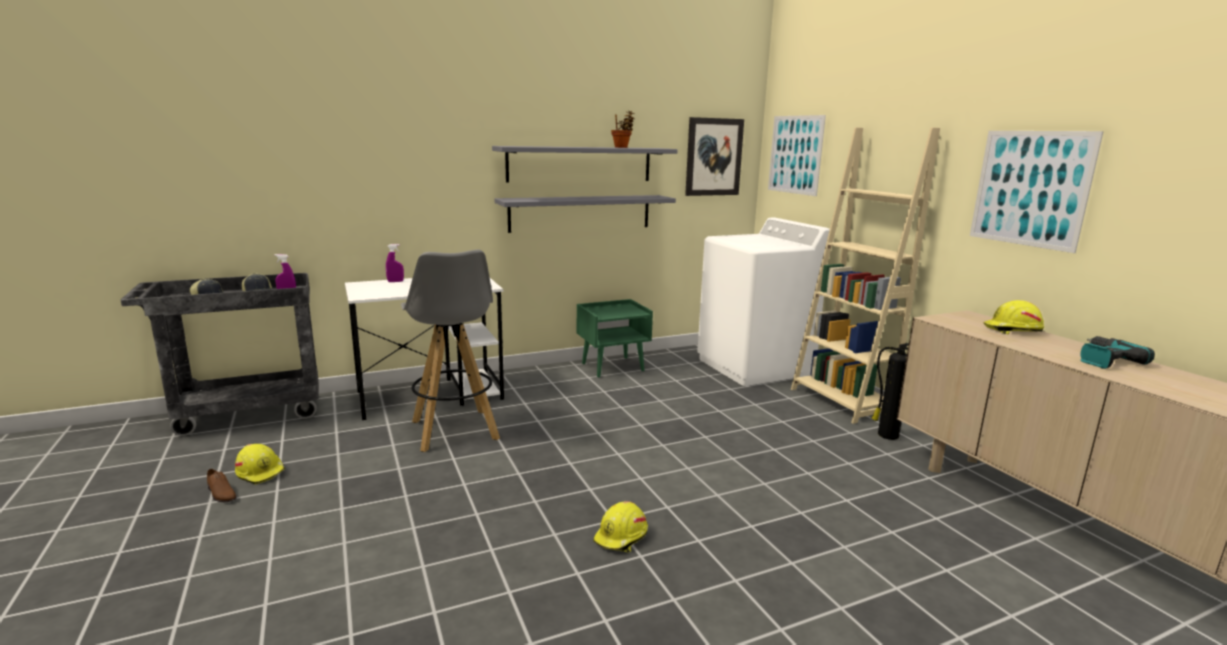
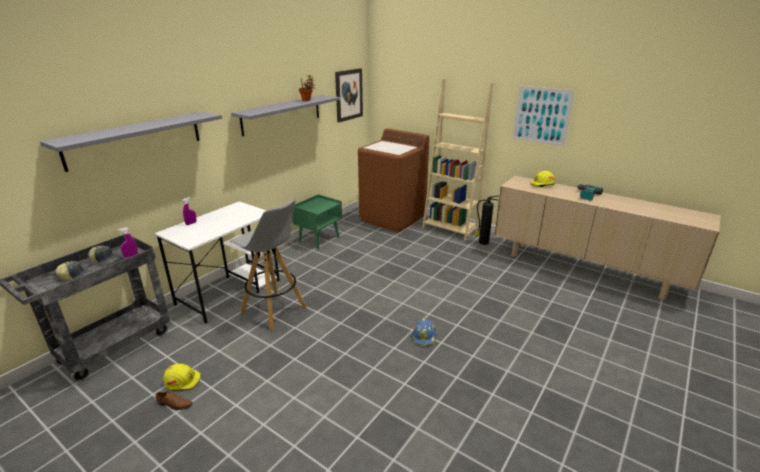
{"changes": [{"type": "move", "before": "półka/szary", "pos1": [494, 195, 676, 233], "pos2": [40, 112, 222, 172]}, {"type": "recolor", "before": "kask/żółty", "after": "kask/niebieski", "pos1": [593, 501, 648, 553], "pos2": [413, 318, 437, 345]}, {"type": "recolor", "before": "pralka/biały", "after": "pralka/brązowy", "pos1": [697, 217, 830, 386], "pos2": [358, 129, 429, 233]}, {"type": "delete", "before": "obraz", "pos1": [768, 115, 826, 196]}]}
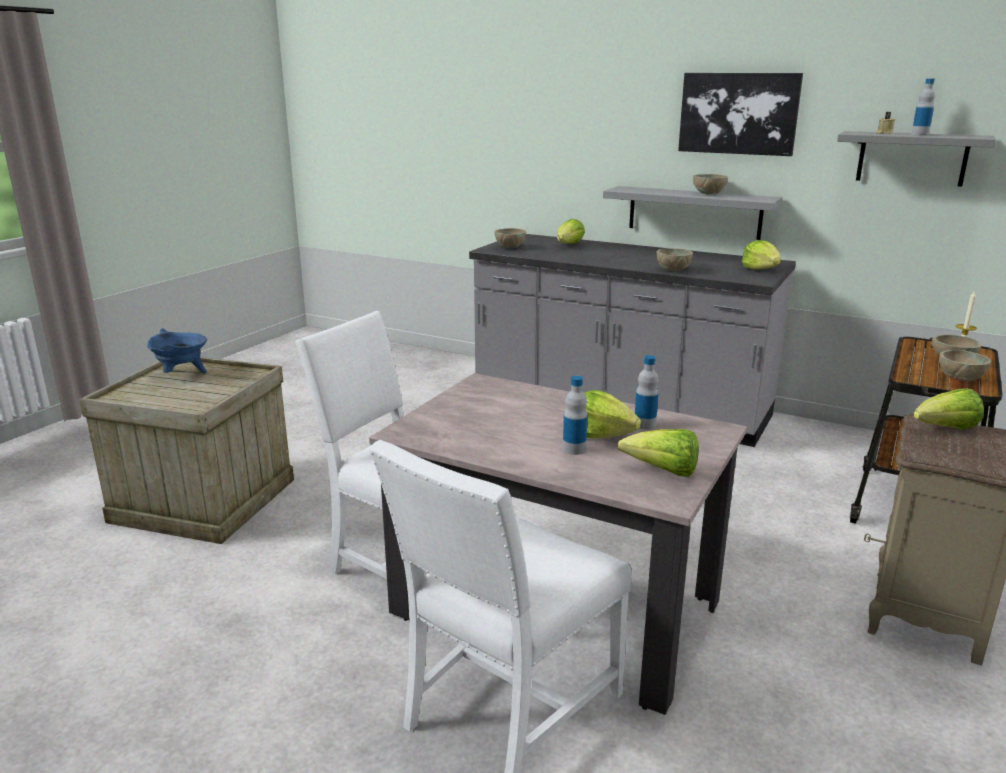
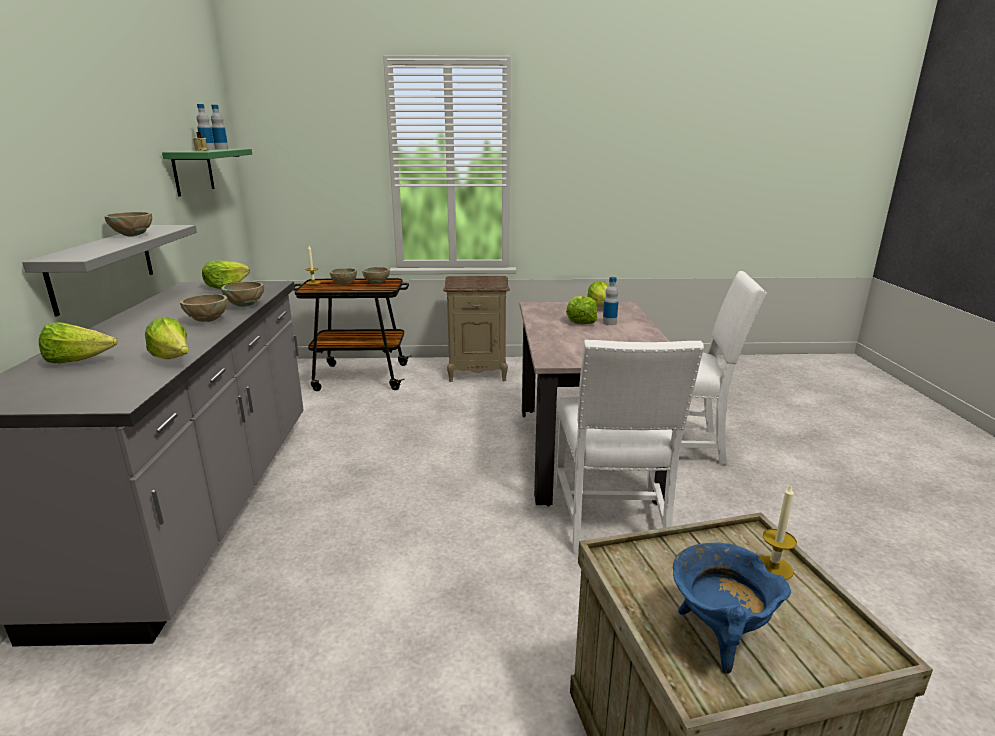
{"changes": [{"type": "move", "before": "miska/beżowy", "pos1": [495, 228, 526, 249], "pos2": [180, 294, 228, 322]}, {"type": "move", "before": "butelka", "pos1": [635, 355, 659, 429], "pos2": [211, 105, 228, 150]}, {"type": "delete", "before": "obraz", "pos1": [678, 73, 803, 156]}, {"type": "recolor", "before": "półka/szary", "after": "półka/zielony", "pos1": [837, 131, 996, 186], "pos2": [162, 149, 252, 196]}, {"type": "move", "before": "sałata", "pos1": [914, 388, 984, 429], "pos2": [145, 318, 189, 359]}, {"type": "insert", "after": "świeca", "pos2": [759, 485, 797, 580]}]}
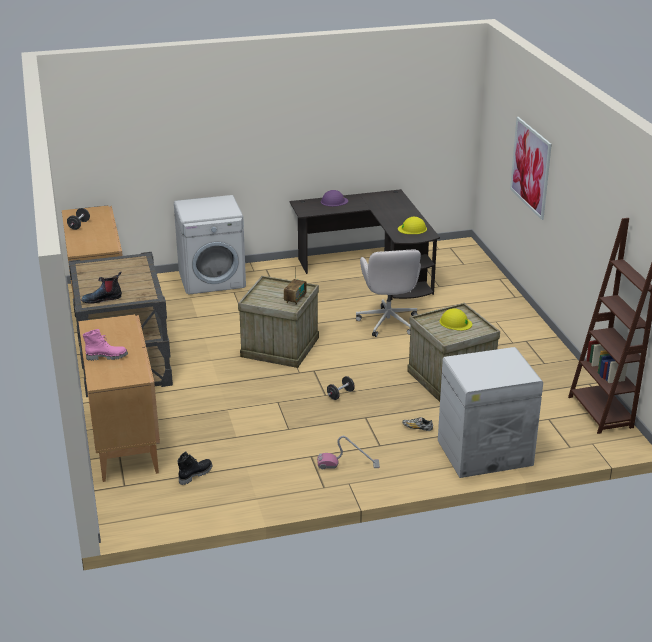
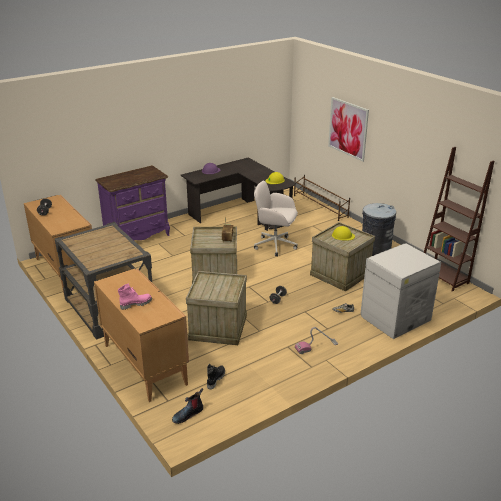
{"changes": [{"type": "move", "before": "but z cholewką", "pos1": [81, 272, 122, 304], "pos2": [172, 388, 203, 424]}, {"type": "replace", "before": "pralka/biały", "after": "komoda/fioletowy", "pos1": [174, 195, 246, 295], "pos2": [95, 165, 170, 240]}, {"type": "rotate", "before": "krzesło biurowe/biały", "pos1": [356, 249, 421, 337], "pos2": [254, 181, 298, 257], "turn": 135}, {"type": "insert", "after": "skrzynka", "pos2": [186, 271, 247, 345]}, {"type": "insert", "after": "regał na buty/brązowy", "pos2": [294, 175, 350, 221]}, {"type": "insert", "after": "kosz na śmieci/szary", "pos2": [362, 203, 396, 256]}]}
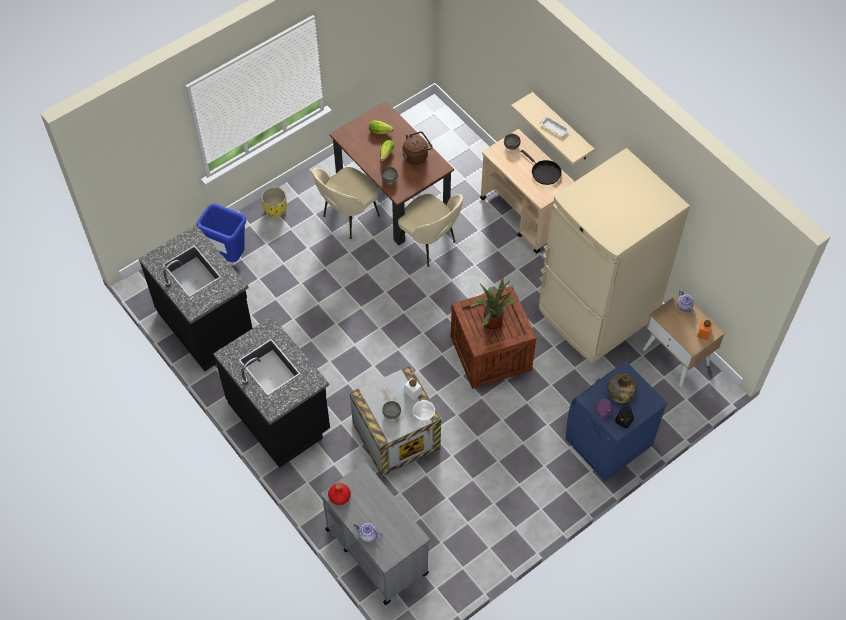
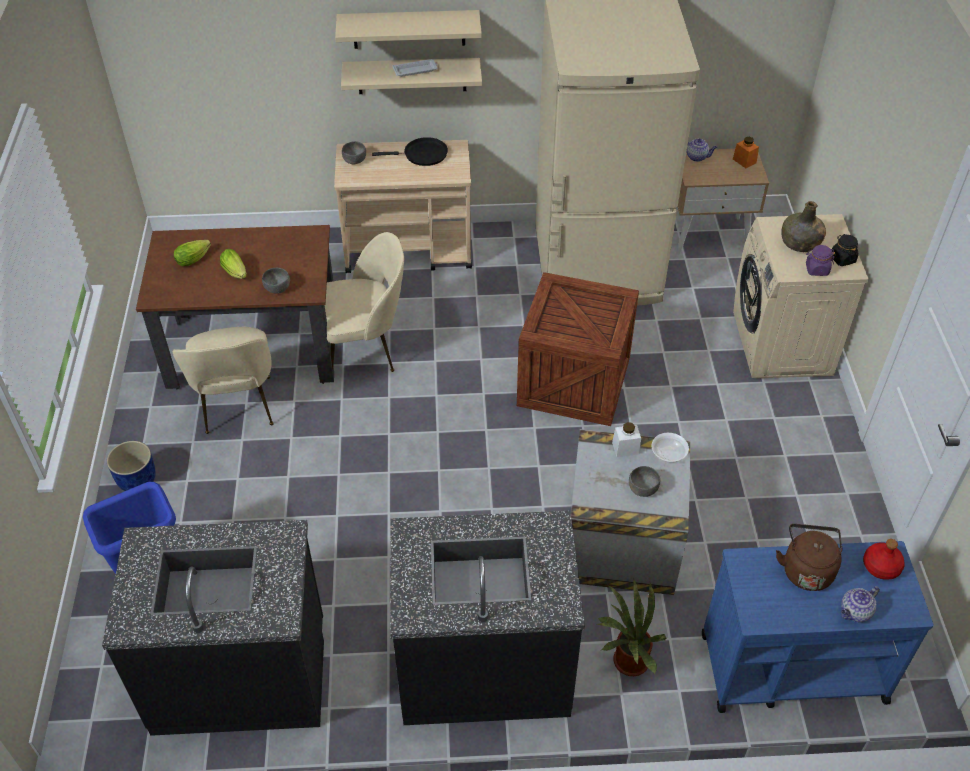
{"changes": [{"type": "recolor", "before": "donica/żółty", "after": "donica/niebieski", "pos1": [261, 187, 287, 217], "pos2": [107, 441, 156, 491]}, {"type": "recolor", "before": "wózek/szary", "after": "wózek/niebieski", "pos1": [321, 462, 430, 605], "pos2": [702, 541, 934, 713]}, {"type": "move", "before": "butelka/czerwony", "pos1": [328, 483, 351, 505], "pos2": [863, 539, 905, 580]}, {"type": "move", "before": "czajnik/brązowy", "pos1": [403, 131, 433, 165], "pos2": [776, 524, 842, 591]}, {"type": "move", "before": "roślina doniczkowa", "pos1": [470, 276, 517, 330], "pos2": [597, 579, 666, 676]}, {"type": "recolor", "before": "pralka/niebieski", "after": "pralka/beżowy", "pos1": [566, 361, 668, 482], "pos2": [733, 214, 869, 378]}, {"type": "insert", "after": "półka/beżowy", "pos2": [335, 10, 482, 49]}]}
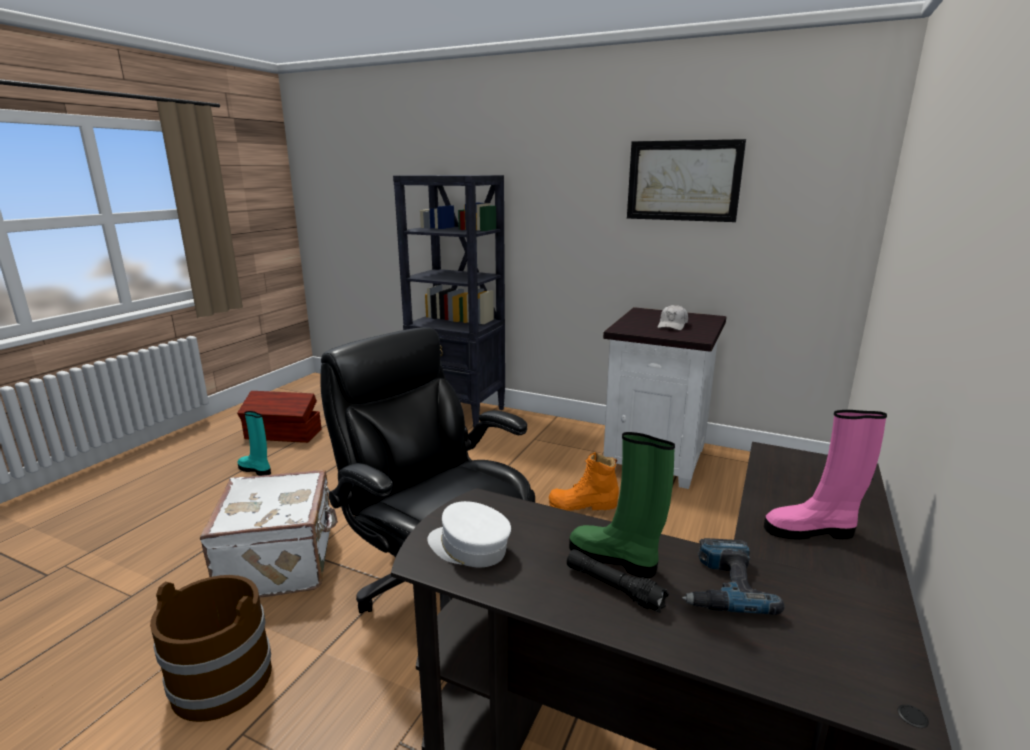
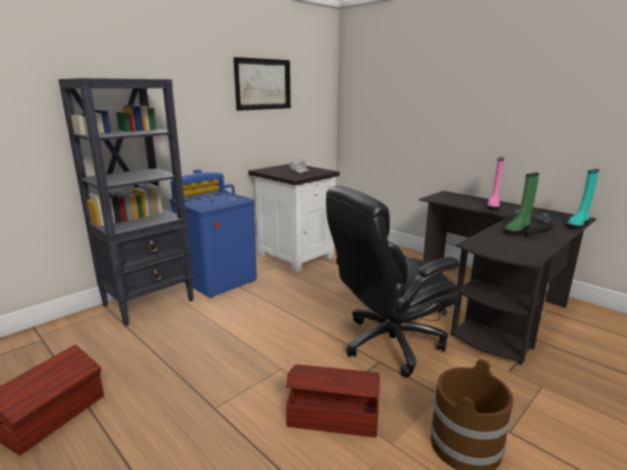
{"changes": [{"type": "replace", "before": "walizka/biały", "after": "pojemnik do przechowywania/brązowy", "pos1": [200, 470, 338, 598], "pos2": [286, 364, 380, 438]}, {"type": "move", "before": "but z cholewką/turkusowy", "pos1": [238, 411, 271, 476], "pos2": [566, 169, 599, 230]}, {"type": "delete", "before": "czapka z daszkiem/biały", "pos1": [427, 501, 511, 568]}, {"type": "delete", "before": "but z cholewką/pomarańczowy", "pos1": [549, 452, 619, 511]}, {"type": "insert", "after": "pralka/niebieski", "pos2": [169, 169, 257, 298]}]}
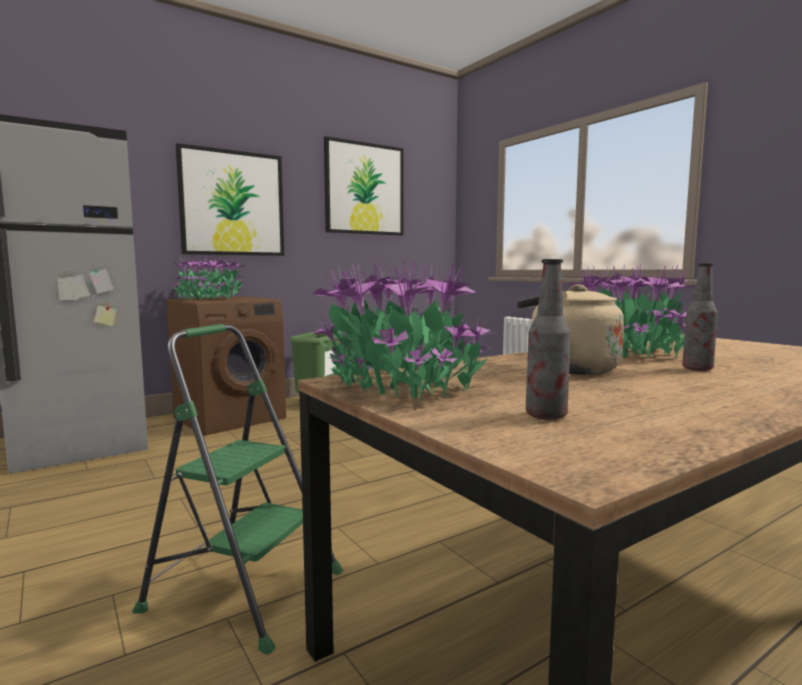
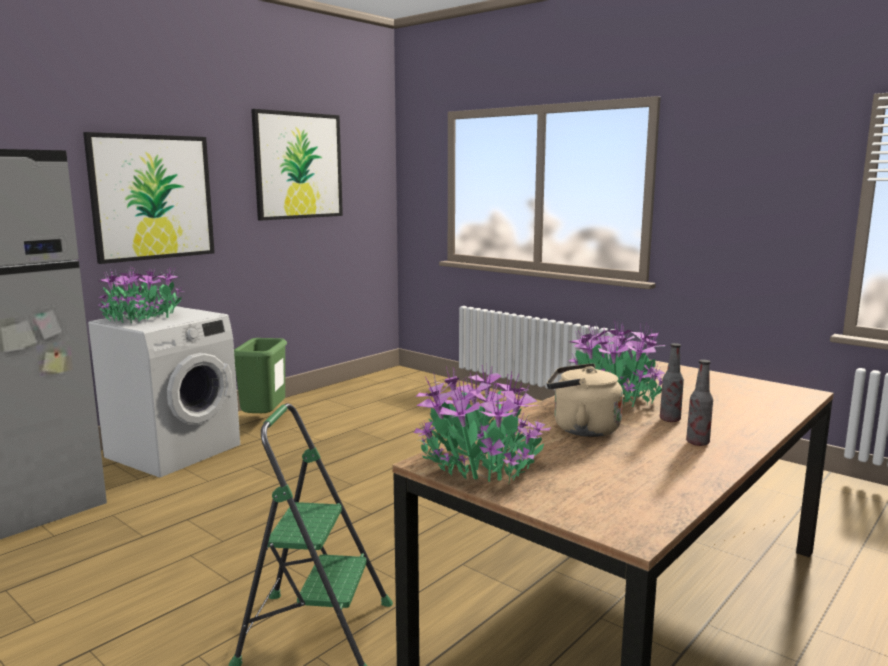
{"changes": [{"type": "recolor", "before": "pralka/brązowy", "after": "pralka/biały", "pos1": [167, 297, 286, 436], "pos2": [88, 306, 240, 477]}, {"type": "move", "before": "butelka", "pos1": [526, 259, 571, 420], "pos2": [686, 360, 713, 446]}]}
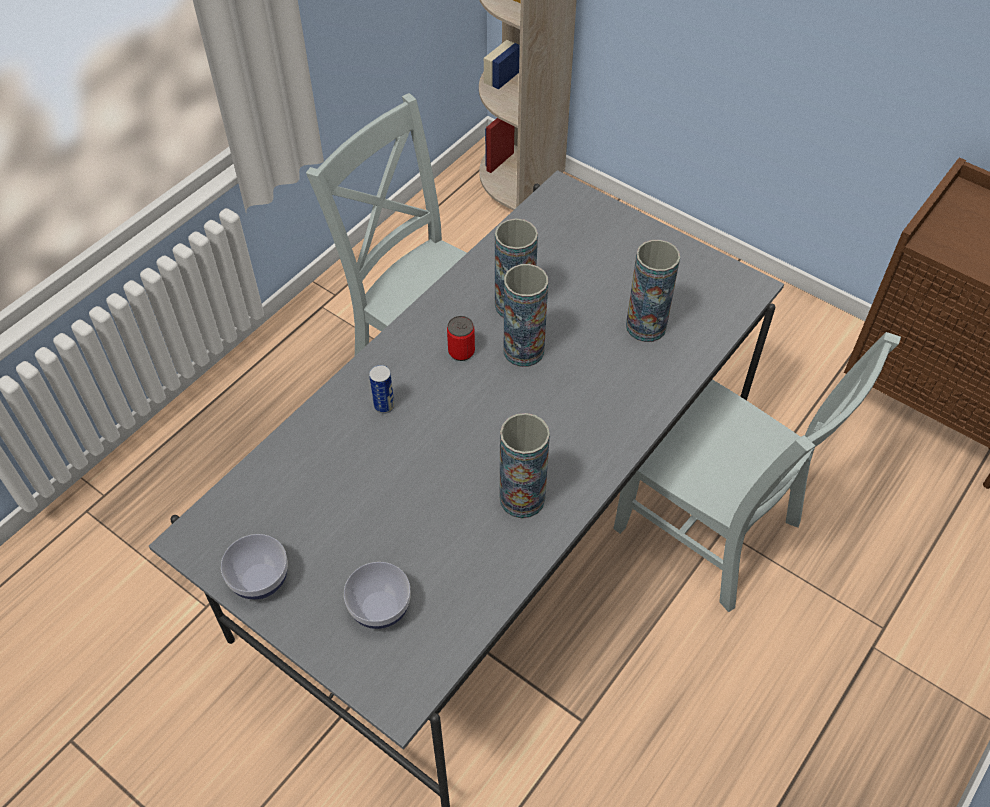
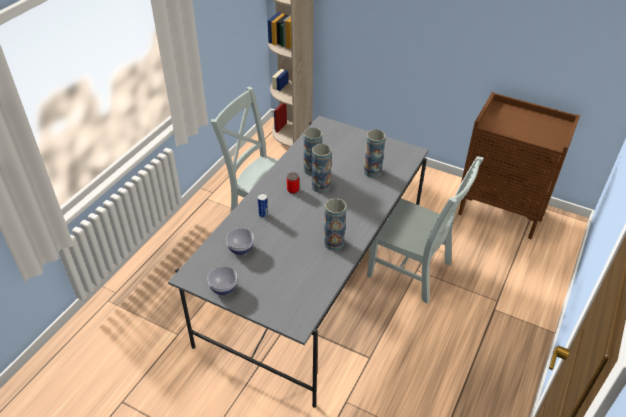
{"changes": [{"type": "move", "before": "miska", "pos1": [344, 562, 410, 629], "pos2": [226, 228, 254, 255]}]}
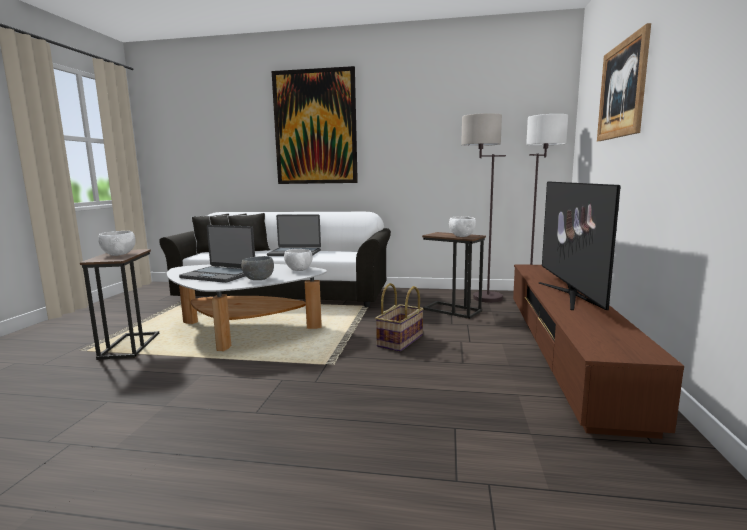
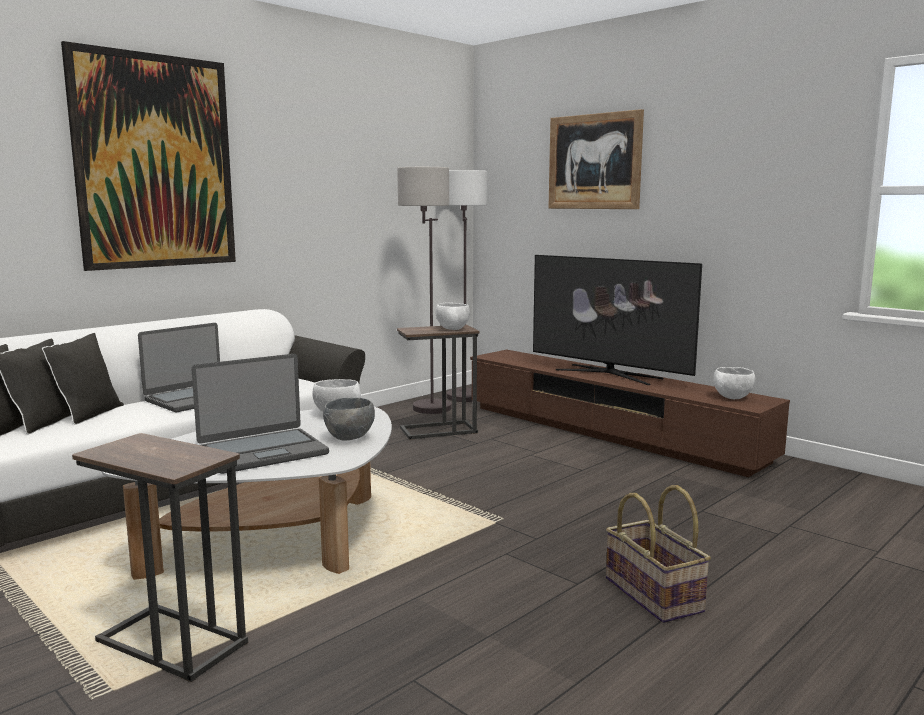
{"changes": [{"type": "move", "before": "miska/biały", "pos1": [98, 231, 136, 256], "pos2": [713, 367, 755, 399]}, {"type": "move", "before": "koszyk", "pos1": [375, 283, 424, 352], "pos2": [606, 485, 711, 623]}]}
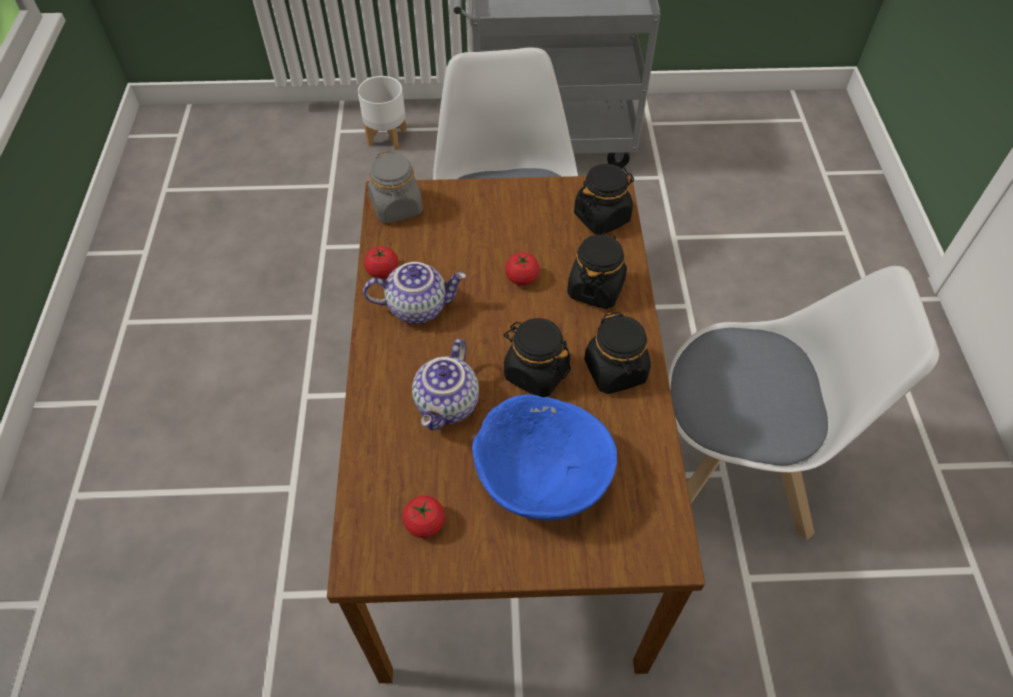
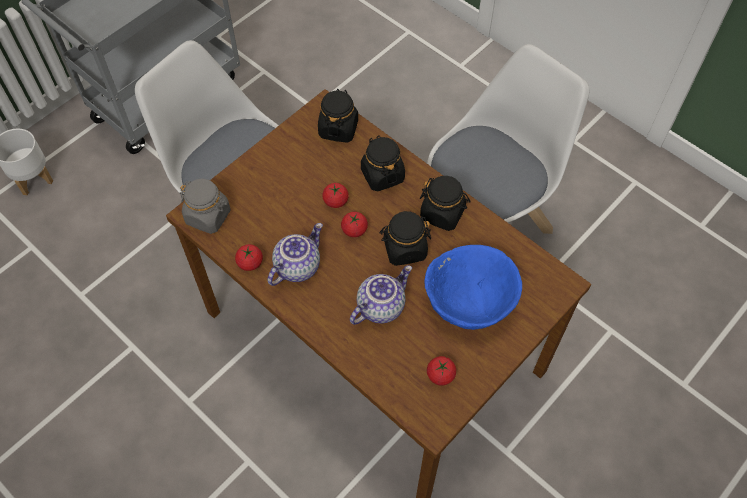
{"changes": [{"type": "rotate", "before": "imbryk", "pos1": [412, 339, 479, 430], "pos2": [350, 265, 412, 325], "turn": -105}, {"type": "insert", "after": "pomidor", "pos2": [341, 212, 368, 237]}]}
